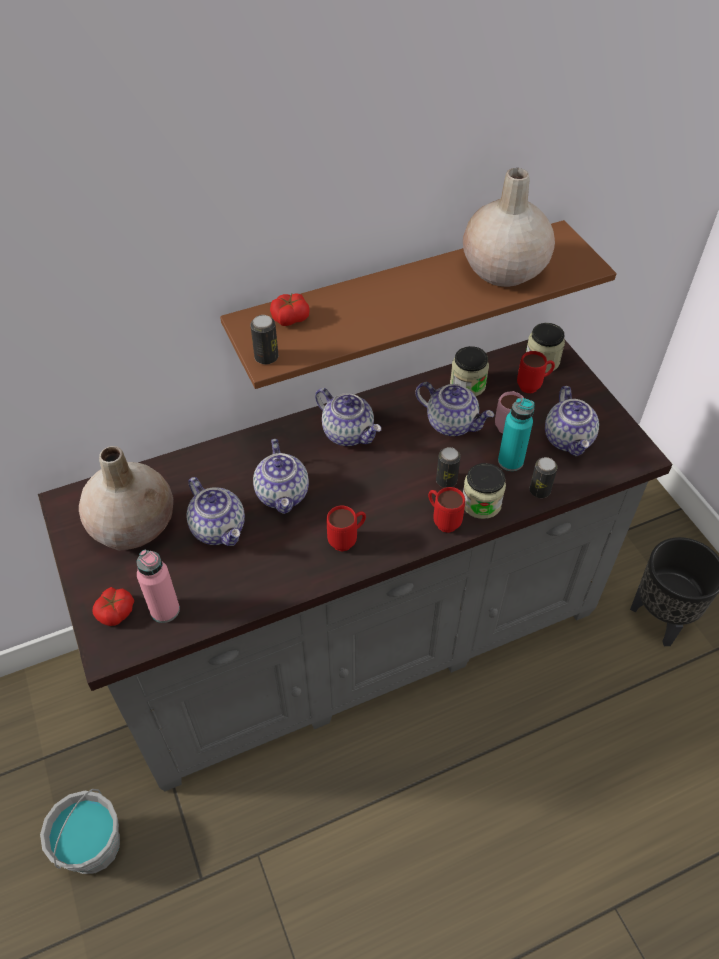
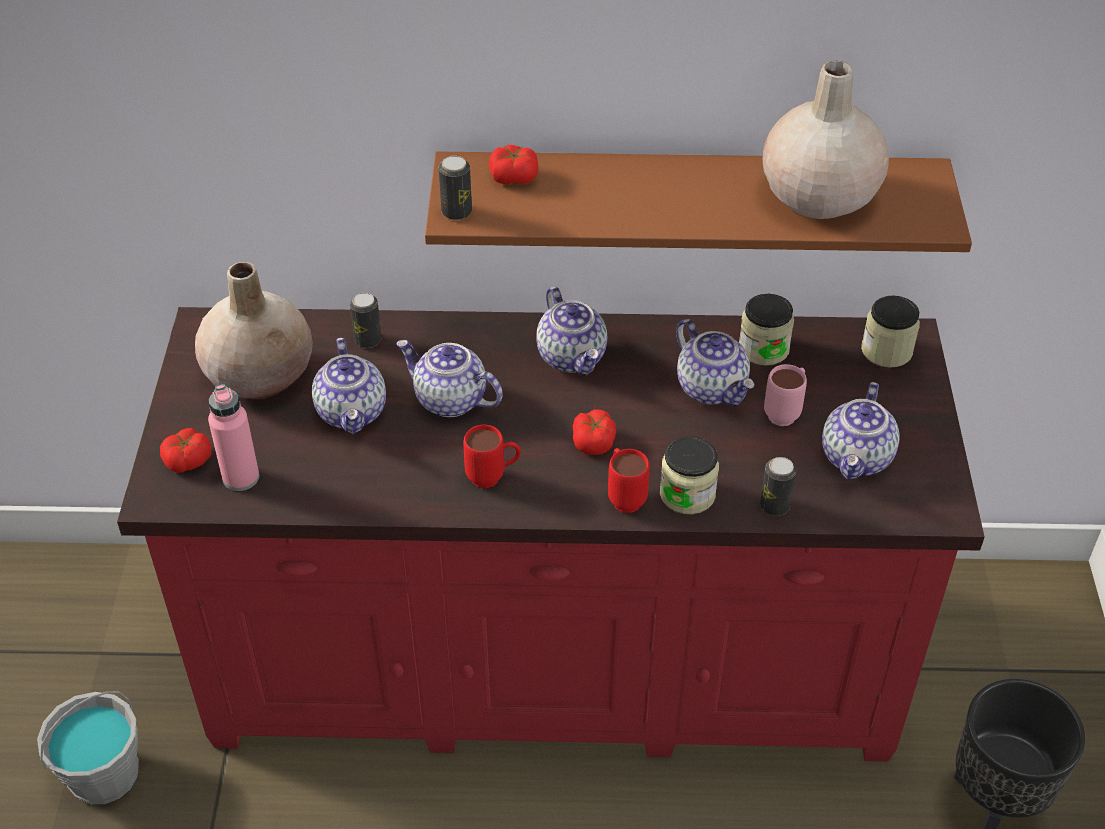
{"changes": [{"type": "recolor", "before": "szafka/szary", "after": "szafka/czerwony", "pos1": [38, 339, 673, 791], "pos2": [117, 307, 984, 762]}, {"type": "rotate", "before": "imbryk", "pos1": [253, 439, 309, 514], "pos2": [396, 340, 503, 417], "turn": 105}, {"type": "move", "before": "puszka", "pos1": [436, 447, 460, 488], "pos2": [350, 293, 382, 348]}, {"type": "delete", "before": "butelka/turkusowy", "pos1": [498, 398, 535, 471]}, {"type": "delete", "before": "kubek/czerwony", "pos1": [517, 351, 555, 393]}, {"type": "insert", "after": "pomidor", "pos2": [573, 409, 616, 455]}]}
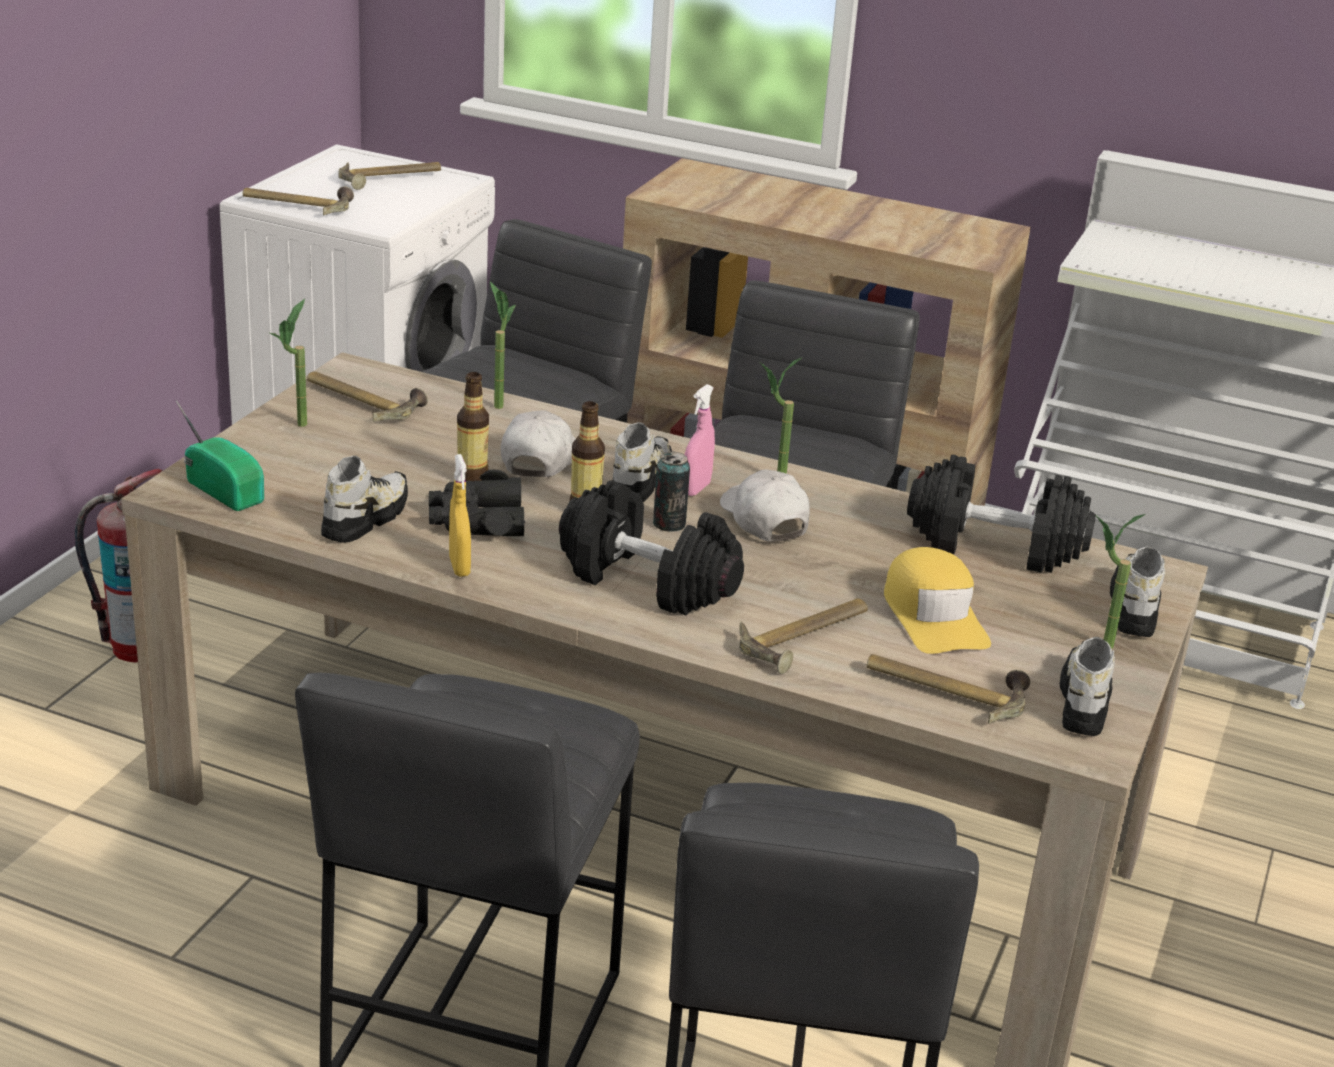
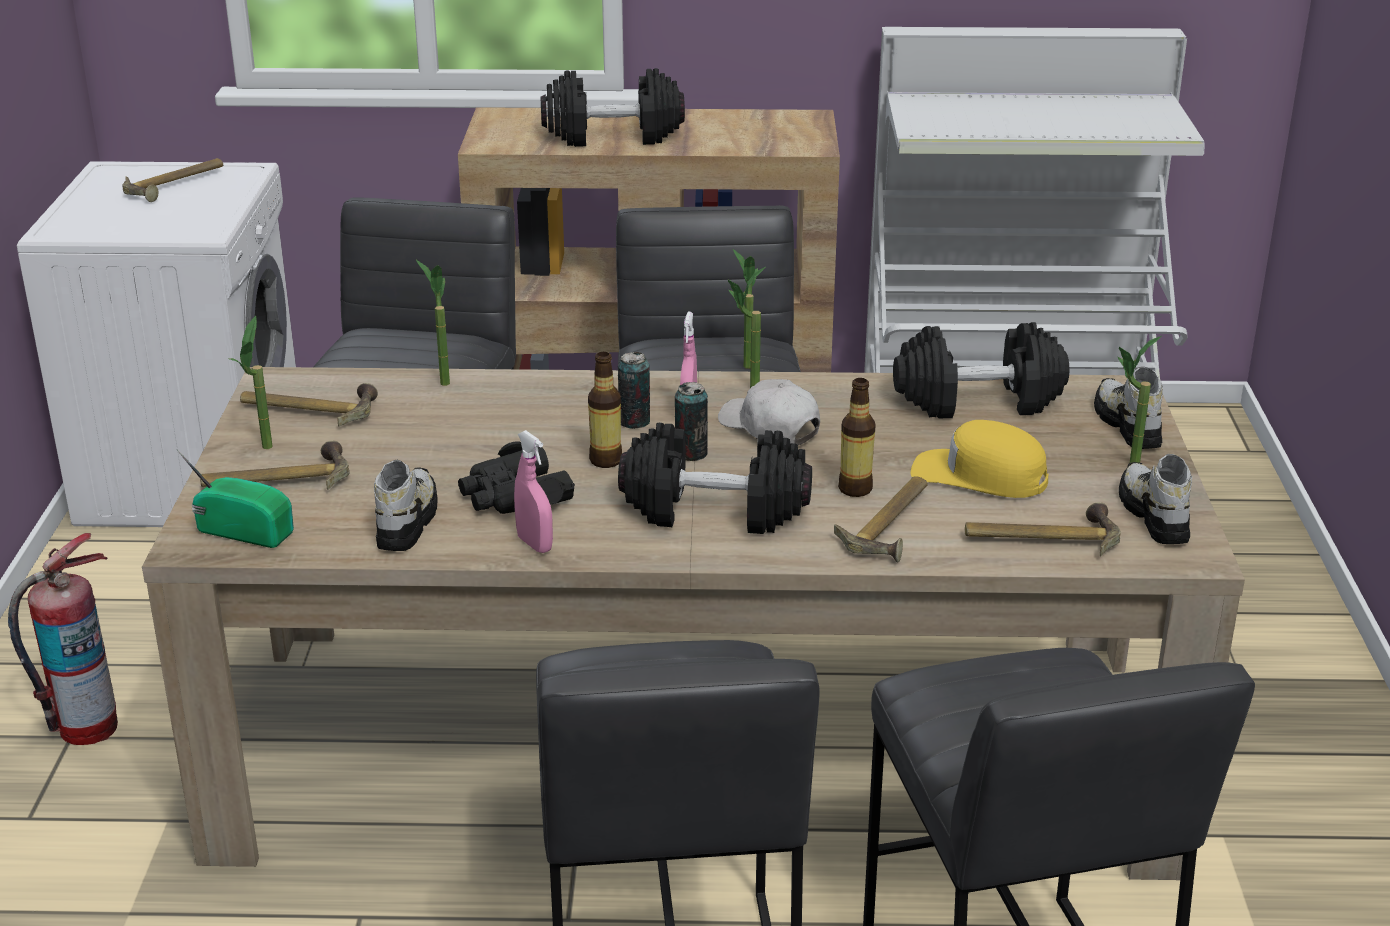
{"changes": [{"type": "move", "before": "młotek", "pos1": [243, 186, 354, 215], "pos2": [200, 440, 350, 490]}, {"type": "recolor", "before": "spryskiwacz/żółty", "after": "spryskiwacz/różowy", "pos1": [449, 454, 471, 577], "pos2": [514, 430, 553, 553]}, {"type": "move", "before": "butelka", "pos1": [457, 372, 489, 481], "pos2": [838, 378, 875, 497]}, {"type": "delete", "before": "czapka z daszkiem/biały", "pos1": [501, 410, 576, 477]}, {"type": "replace", "before": "but", "after": "puszka", "pos1": [613, 422, 672, 502], "pos2": [618, 352, 650, 429]}, {"type": "rotate", "before": "czapka z daszkiem/żółty", "pos1": [884, 547, 991, 654], "pos2": [910, 420, 1048, 498], "turn": 150}, {"type": "insert", "after": "hantel/czarny", "pos2": [541, 68, 685, 147]}, {"type": "insert", "after": "roślina doniczkowa", "pos2": [733, 249, 758, 369]}]}
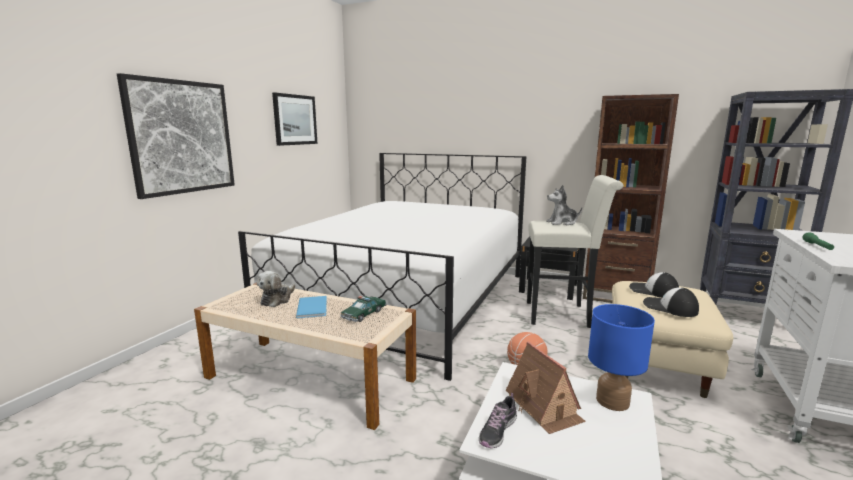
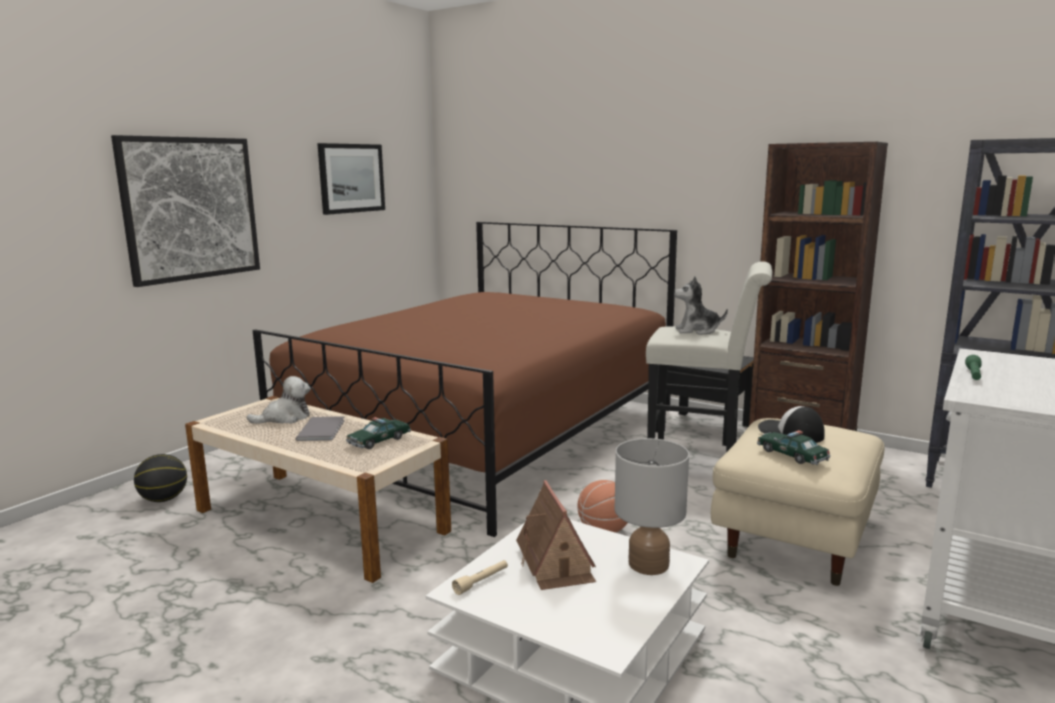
{"changes": [{"type": "recolor", "before": "łóżko/biały", "after": "łóżko/brązowy", "pos1": [238, 153, 526, 381], "pos2": [253, 222, 677, 537]}, {"type": "rotate", "before": "pluszak", "pos1": [257, 271, 295, 307], "pos2": [247, 376, 311, 424], "turn": -150}, {"type": "recolor", "before": "książka/niebieski", "after": "książka/szary", "pos1": [296, 296, 327, 319], "pos2": [295, 416, 345, 441]}, {"type": "replace", "before": "but", "after": "latarka/beżowy", "pos1": [479, 393, 517, 448], "pos2": [452, 560, 508, 595]}, {"type": "recolor", "before": "lampa stołowa/niebieski", "after": "lampa stołowa/szary", "pos1": [588, 304, 655, 411], "pos2": [615, 438, 689, 575]}, {"type": "replace", "before": "czapka z daszkiem", "after": "samochodzik", "pos1": [643, 287, 699, 317], "pos2": [757, 430, 831, 465]}, {"type": "insert", "after": "piłka do koszykówki", "pos2": [134, 454, 187, 502]}]}
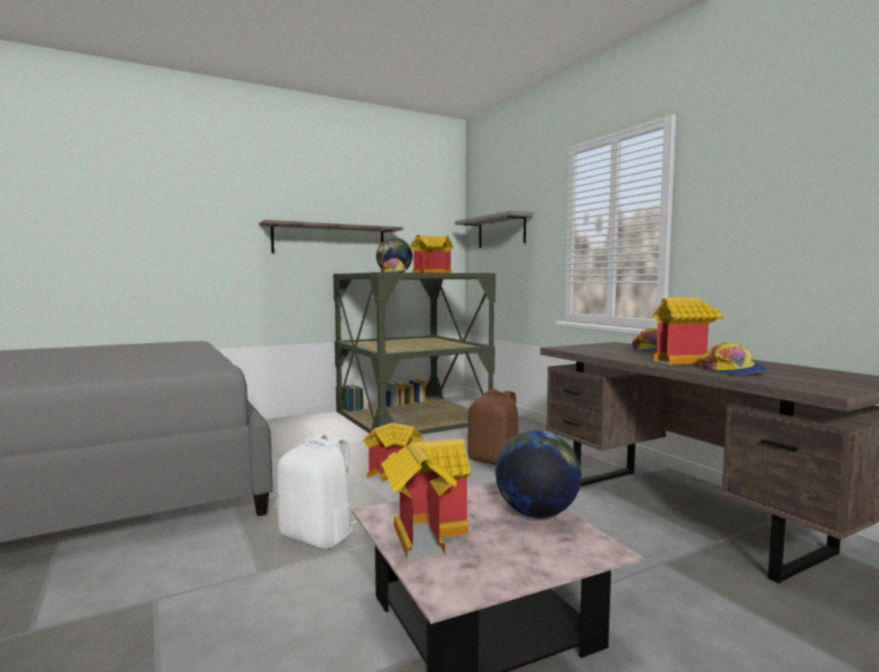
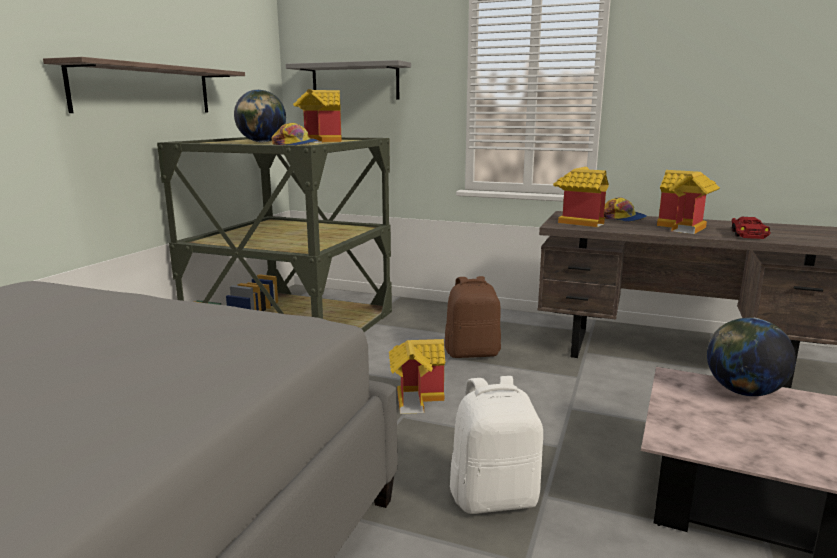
{"changes": [{"type": "move", "before": "domek", "pos1": [381, 438, 471, 560], "pos2": [553, 167, 609, 227]}, {"type": "replace", "before": "czapka z daszkiem", "after": "samochodzik/czerwony", "pos1": [699, 342, 768, 375], "pos2": [731, 217, 771, 239]}]}
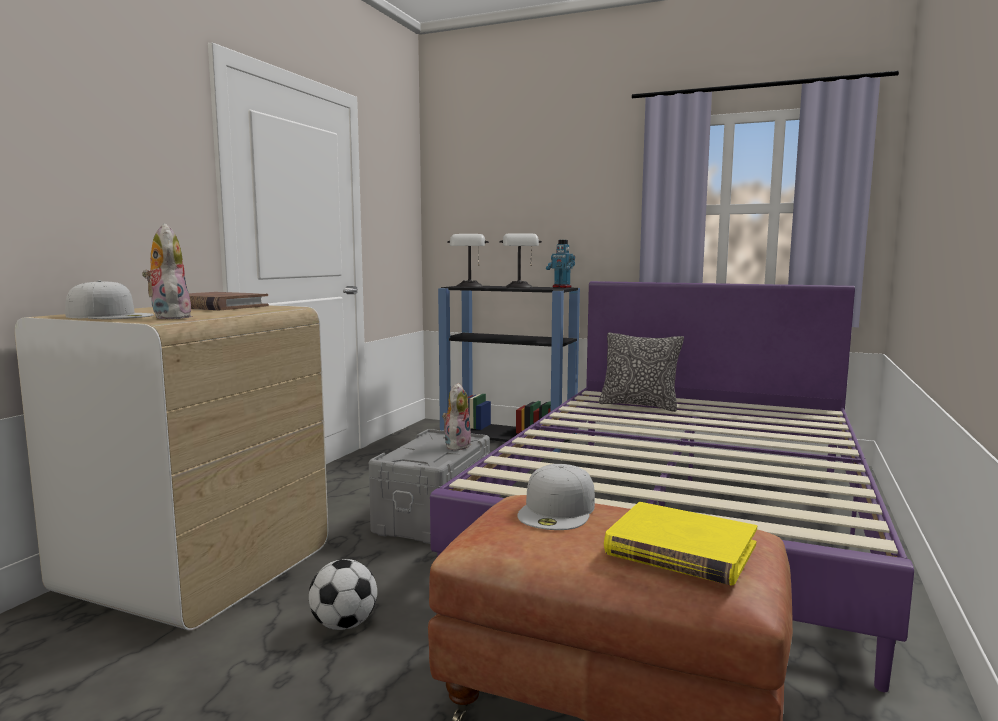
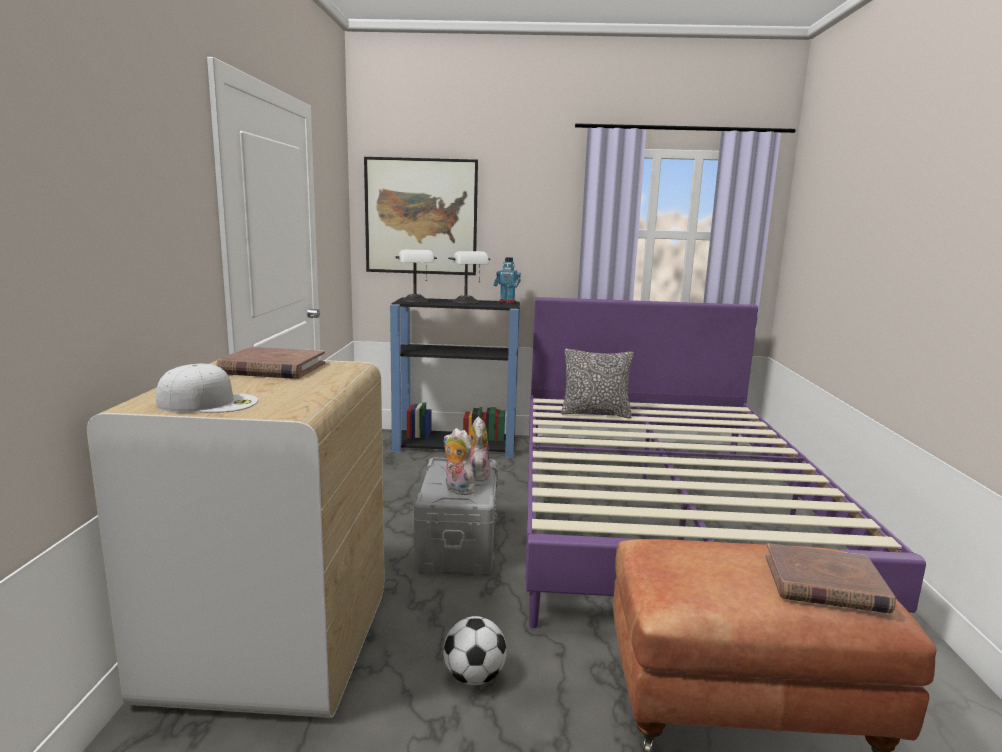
{"changes": [{"type": "move", "before": "pluszak", "pos1": [142, 223, 191, 319], "pos2": [443, 428, 475, 495]}, {"type": "delete", "before": "czapka z daszkiem/biały", "pos1": [518, 464, 595, 530]}, {"type": "recolor", "before": "książka/żółty", "after": "książka/brązowy", "pos1": [604, 502, 757, 585], "pos2": [765, 543, 895, 613]}, {"type": "insert", "after": "obraz", "pos2": [364, 157, 478, 275]}]}
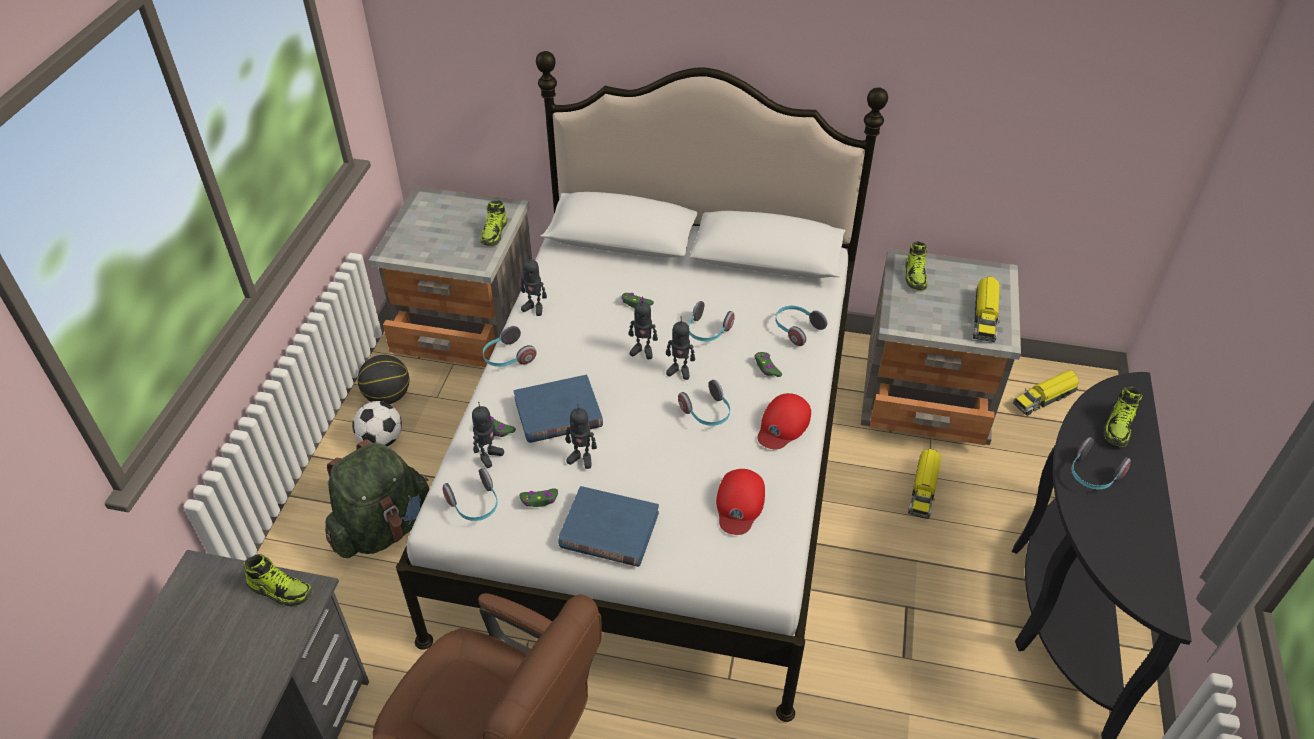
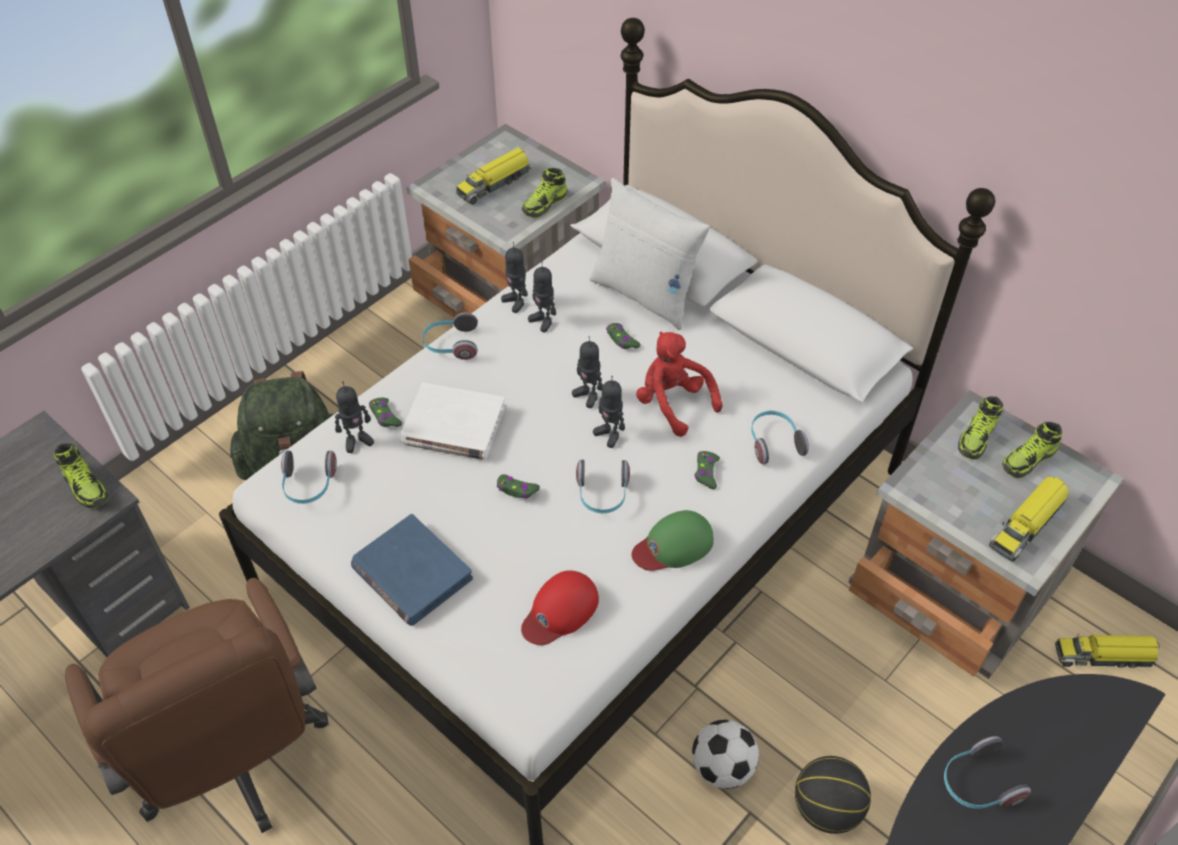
{"changes": [{"type": "move", "before": "piłka futbolowa", "pos1": [352, 401, 402, 446], "pos2": [692, 720, 759, 789]}, {"type": "move", "before": "piłka do koszykówki", "pos1": [358, 355, 410, 404], "pos2": [795, 756, 871, 834]}, {"type": "recolor", "before": "książka/niebieski", "after": "książka/biały", "pos1": [514, 375, 603, 443], "pos2": [401, 383, 505, 460]}, {"type": "move", "before": "pad do gier/zielony", "pos1": [519, 488, 558, 507], "pos2": [497, 474, 540, 499]}, {"type": "move", "before": "robot zabawkowy", "pos1": [565, 404, 597, 469], "pos2": [528, 261, 556, 333]}, {"type": "replace", "before": "słuchawki", "after": "pluszak/czerwony", "pos1": [688, 301, 735, 342], "pos2": [636, 331, 723, 437]}, {"type": "recolor", "before": "czapka z daszkiem/czerwony", "after": "czapka z daszkiem/zielony", "pos1": [757, 393, 811, 449], "pos2": [632, 510, 714, 571]}, {"type": "move", "before": "ciężarówka zabawkowa", "pos1": [908, 449, 941, 519], "pos2": [456, 147, 531, 205]}, {"type": "move", "before": "but", "pos1": [1104, 386, 1143, 447], "pos2": [1002, 422, 1062, 479]}, {"type": "insert", "after": "poduszka/szary", "pos2": [589, 178, 710, 330]}]}
